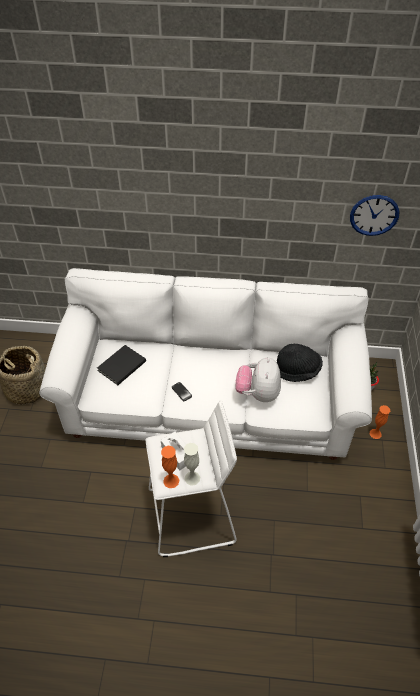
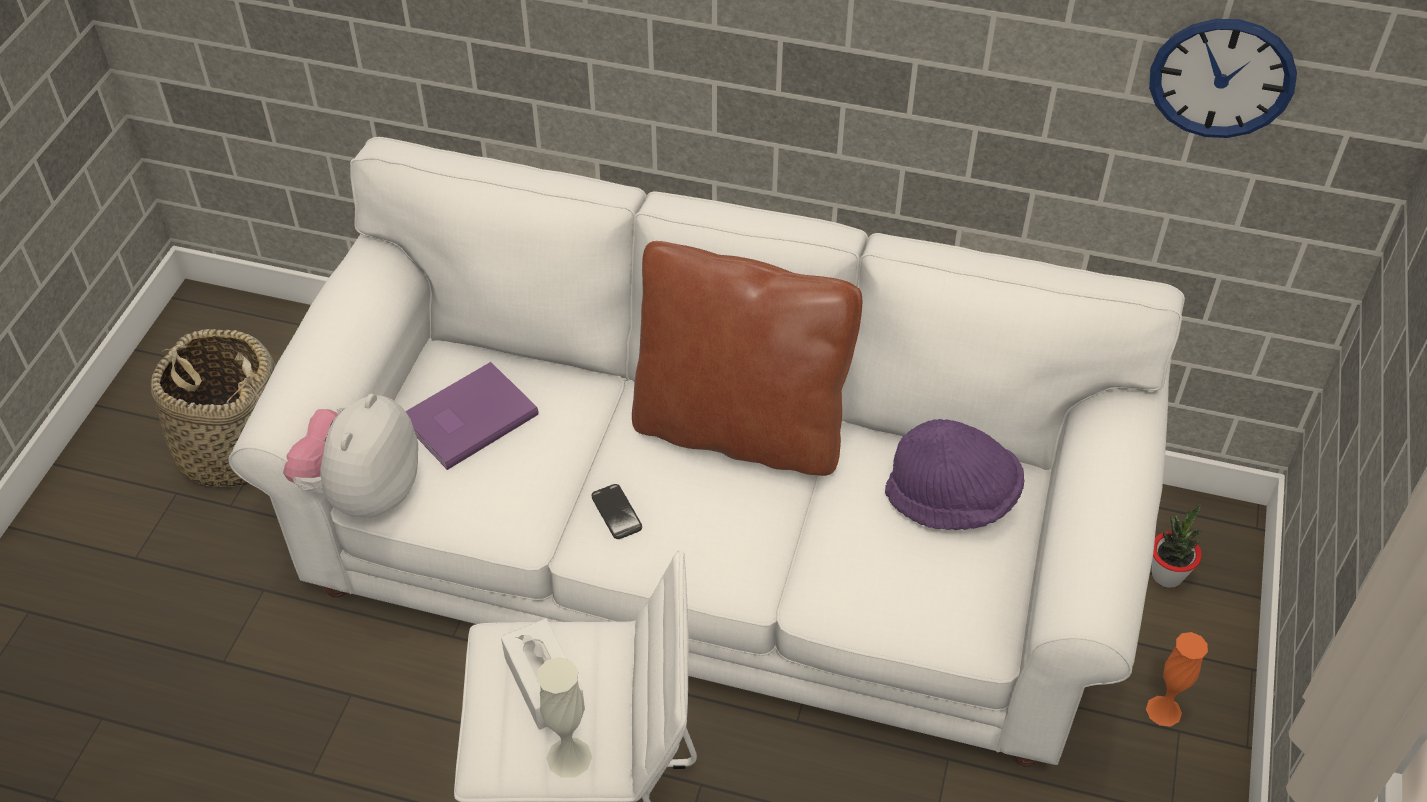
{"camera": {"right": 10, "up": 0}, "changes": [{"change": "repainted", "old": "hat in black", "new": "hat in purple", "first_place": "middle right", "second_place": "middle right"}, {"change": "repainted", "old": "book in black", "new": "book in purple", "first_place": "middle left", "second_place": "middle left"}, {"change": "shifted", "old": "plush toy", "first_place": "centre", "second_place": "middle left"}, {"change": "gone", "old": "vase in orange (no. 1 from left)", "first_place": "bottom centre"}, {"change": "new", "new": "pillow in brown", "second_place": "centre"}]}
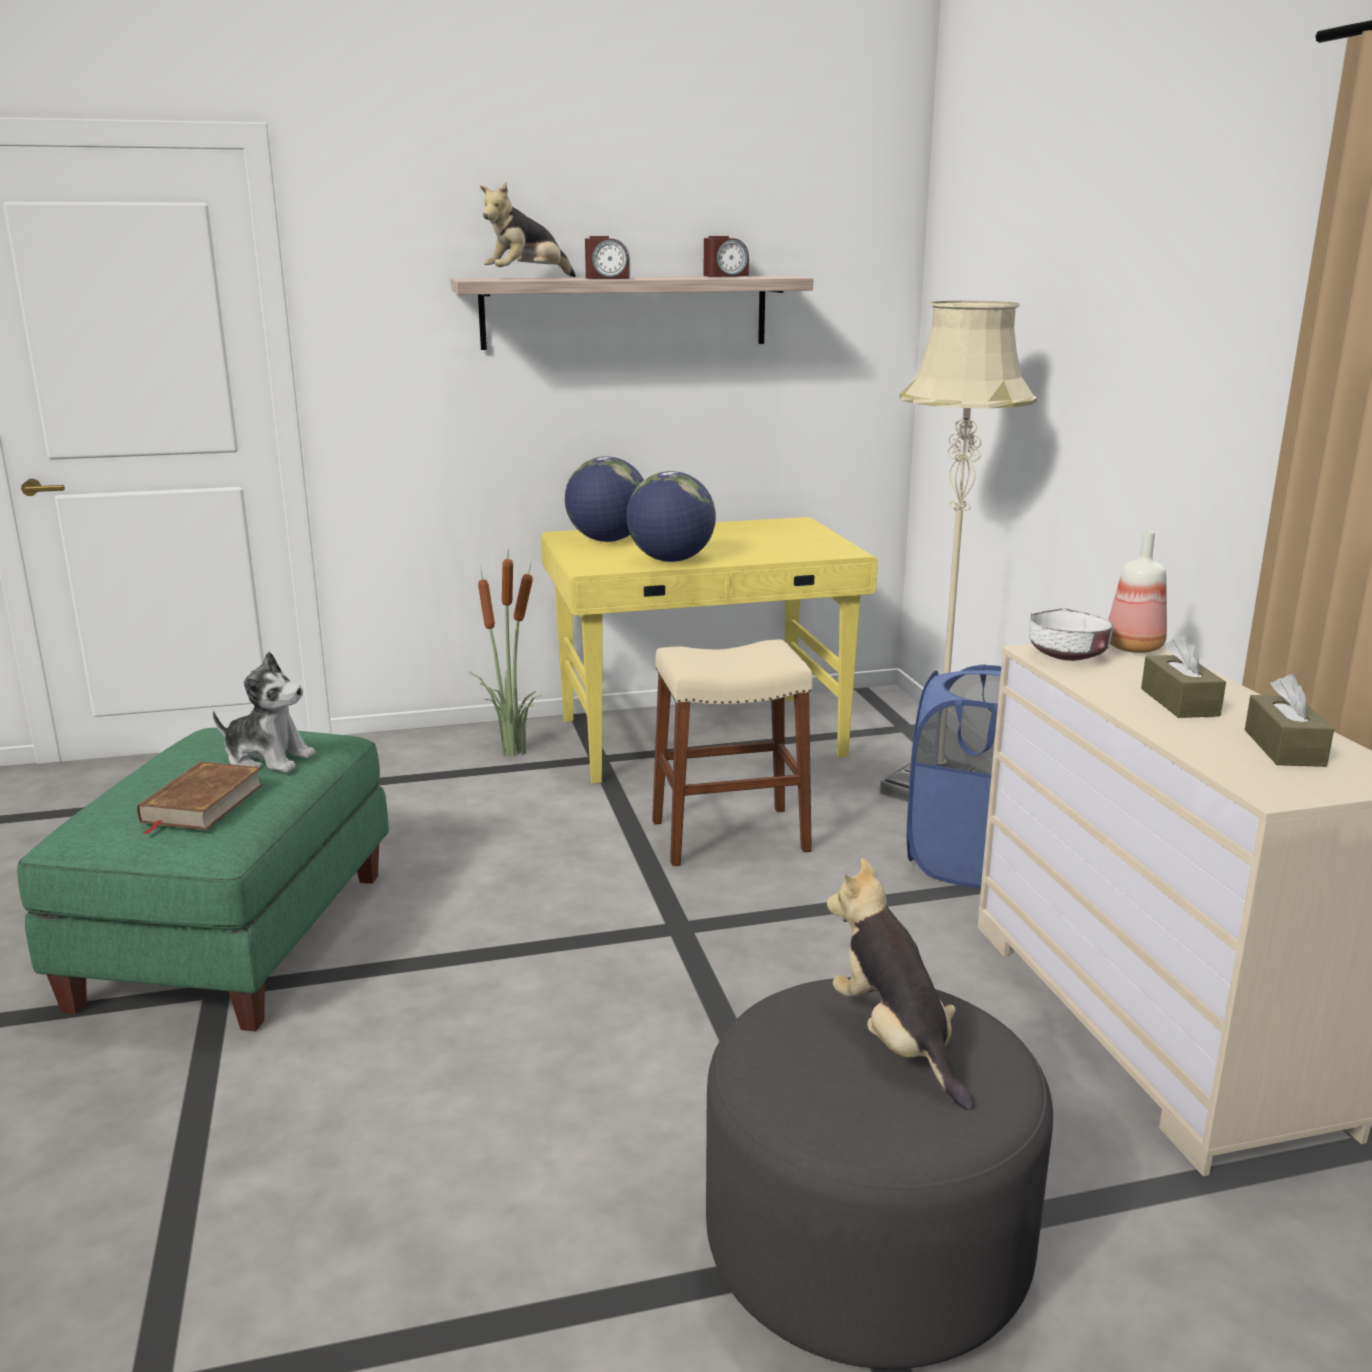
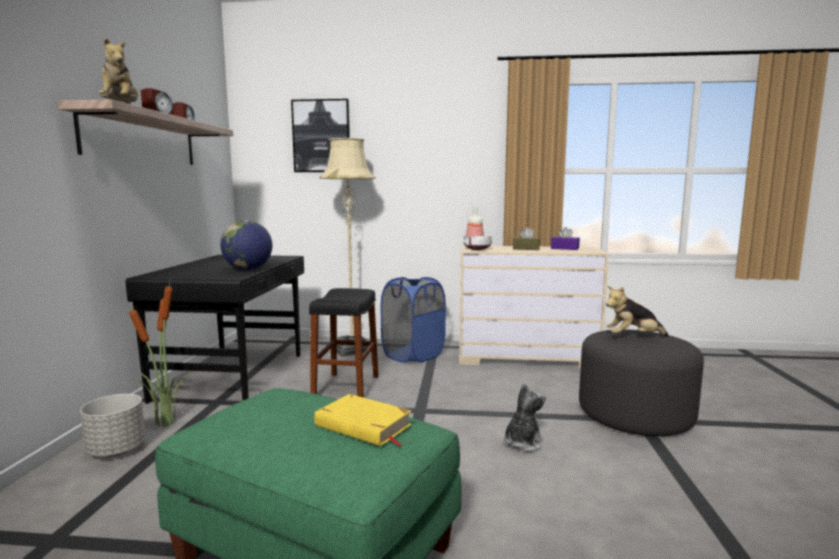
{"camera": {"right": -70, "up": -10}, "changes": [{"change": "gone", "old": "globe (no. 1 from left)", "first_place": "centre"}, {"change": "repainted", "old": "desk in yellow", "new": "desk in black", "first_place": "centre", "second_place": "middle left"}, {"change": "repainted", "old": "stool in beige", "new": "stool in black", "first_place": "centre", "second_place": "centre"}, {"change": "shifted", "old": "plush toy (no. 1 from left in the first image)", "new": "plush toy (no. 2 from left)", "first_place": "middle left", "second_place": "bottom centre"}, {"change": "repainted", "old": "tissue box in brown (no. 2 from left)", "new": "tissue box in purple", "first_place": "middle right", "second_place": "middle right"}, {"change": "repainted", "old": "book in brown", "new": "book in yellow", "first_place": "middle left", "second_place": "bottom centre"}, {"change": "new", "new": "picture", "second_place": "top centre"}, {"change": "new", "new": "planter in grey", "second_place": "bottom left"}]}
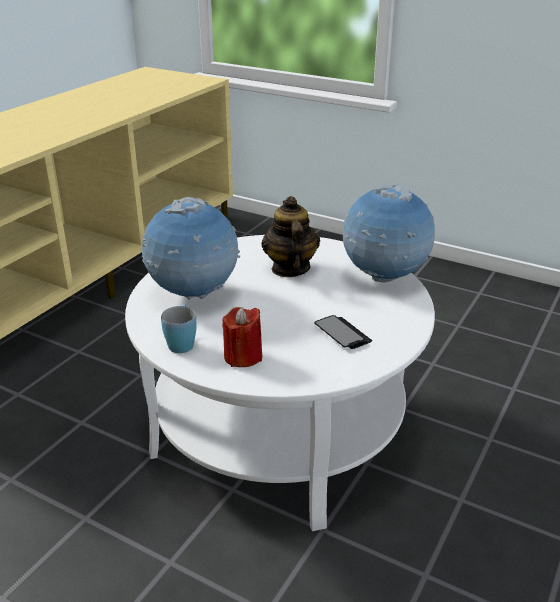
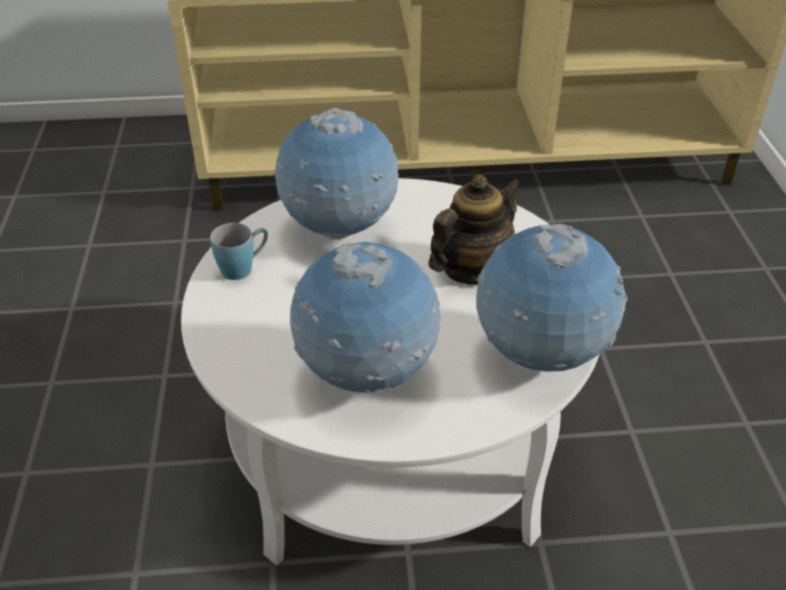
{"camera": {"right": 55, "up": 10}, "changes": [{"change": "gone", "old": "candle in red", "first_place": "centre"}, {"change": "swapped", "old": "phone", "new": "globe (no. 2 from left)", "first_place": "centre", "second_place": "centre"}]}
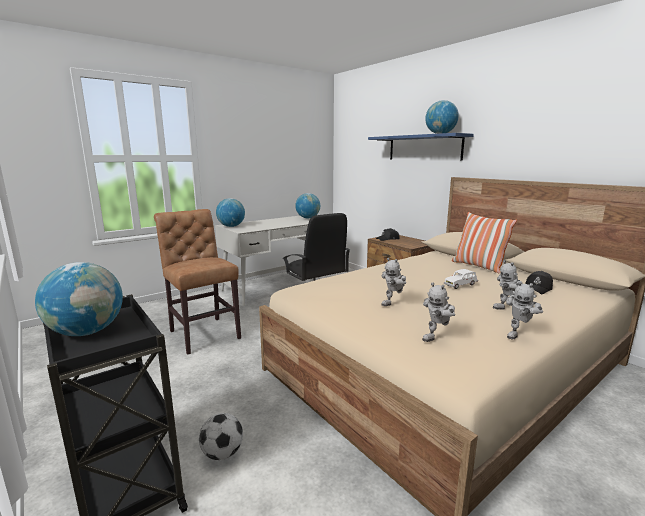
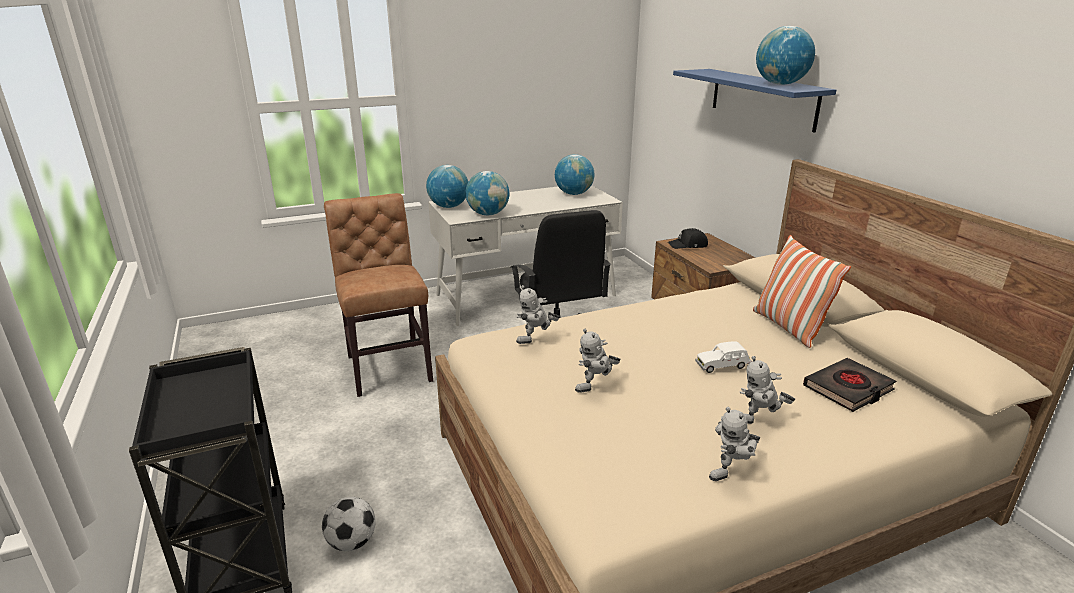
{"camera": {"right": 15, "up": 10}, "changes": [{"change": "shifted", "old": "globe (no. 1 from left in the first image)", "new": "globe (no. 2 from left)", "first_place": "middle left", "second_place": "top centre"}, {"change": "swapped", "old": "cap in black (no. 2 from left)", "new": "book in black", "first_place": "middle right", "second_place": "middle right"}, {"change": "shifted", "old": "toy robot (no. 2 from left in the first image)", "new": "toy robot (no. 1 from left)", "first_place": "middle right", "second_place": "centre"}]}
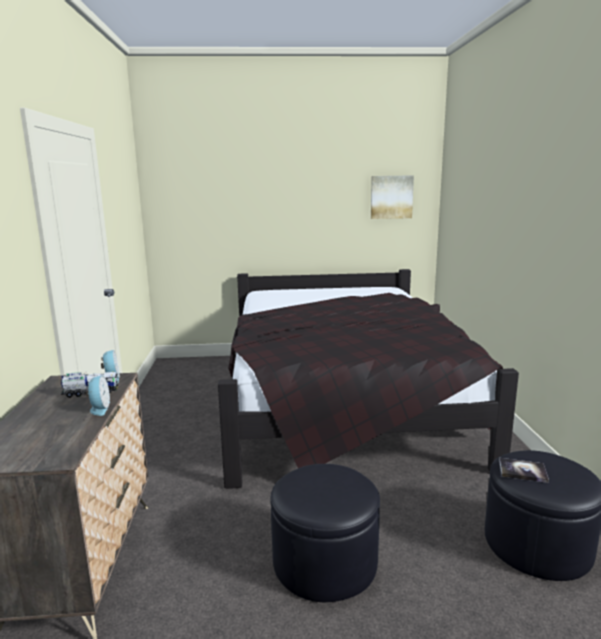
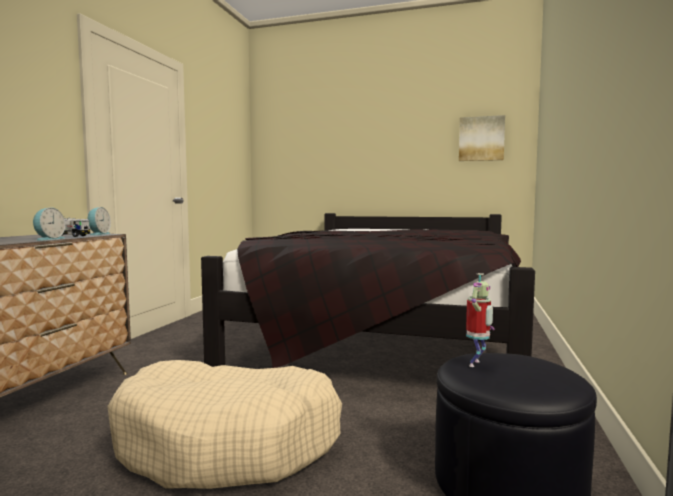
{"camera": {"right": 20, "up": -10}, "changes": [{"change": "swapped", "old": "book", "new": "toy robot", "first_place": "bottom right", "second_place": "middle right"}, {"change": "swapped", "old": "ottoman in black (no. 1 from left)", "new": "dog bed in beige", "first_place": "bottom centre", "second_place": "bottom left"}]}
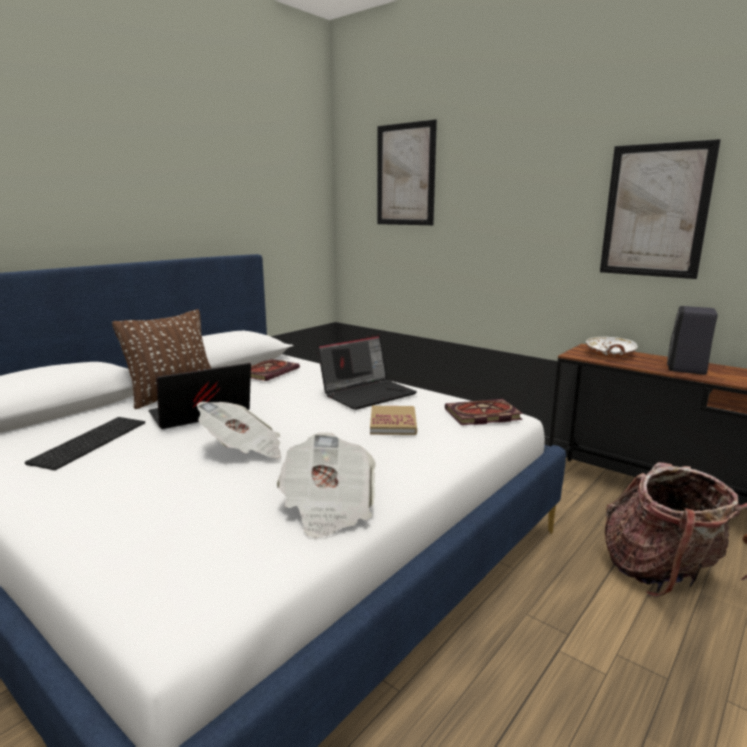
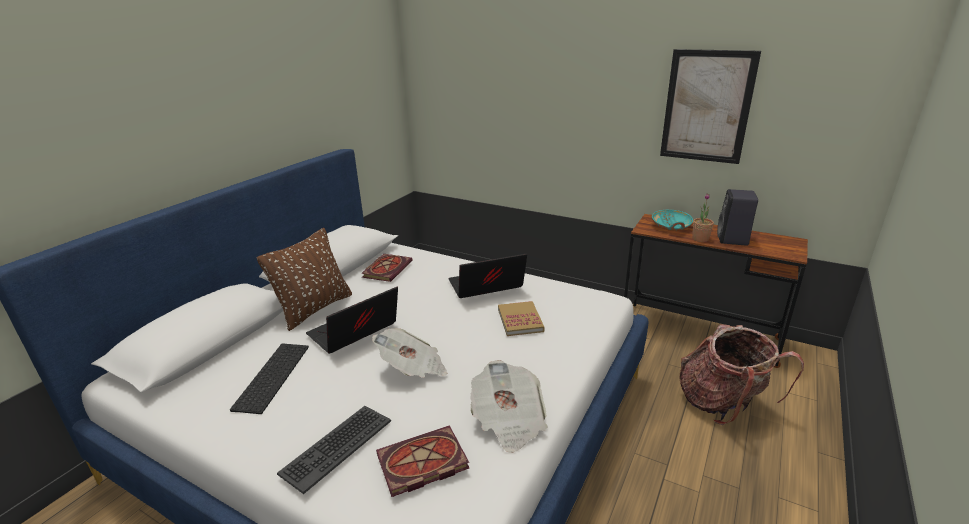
{"camera": {"right": -10, "up": 10}, "changes": [{"change": "gone", "old": "picture (no. 1 from left)", "first_place": "top centre"}, {"change": "rotated", "old": "laptop (no. 2 from left)", "first_place": "centre", "second_place": "centre", "degrees": -150}, {"change": "repainted", "old": "bowl in white", "new": "bowl in turquoise", "first_place": "middle right", "second_place": "middle right"}, {"change": "shifted", "old": "book (no. 3 from left in the first image)", "new": "book (no. 2 from left)", "first_place": "centre", "second_place": "bottom centre"}, {"change": "new", "new": "potted plant", "second_place": "middle right"}, {"change": "new", "new": "keyboard (no. 2 from left)", "second_place": "bottom centre"}]}
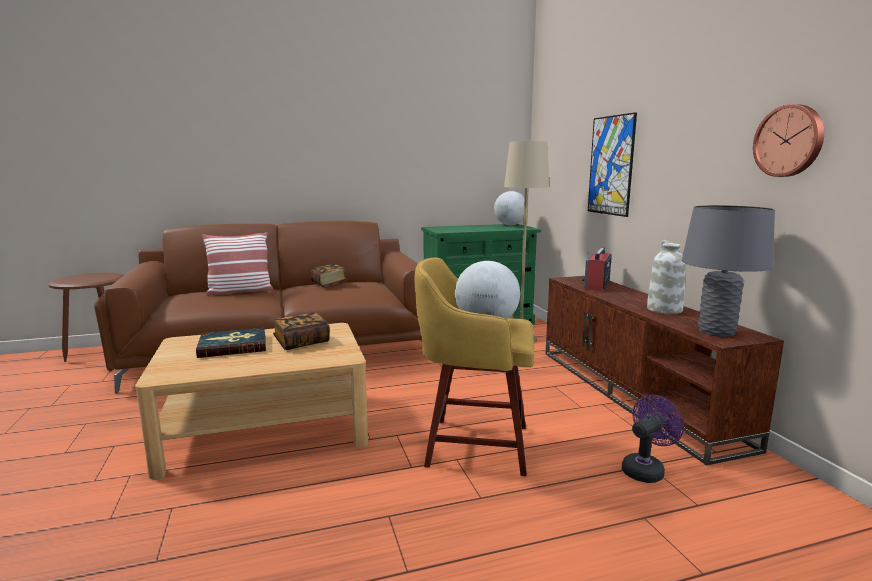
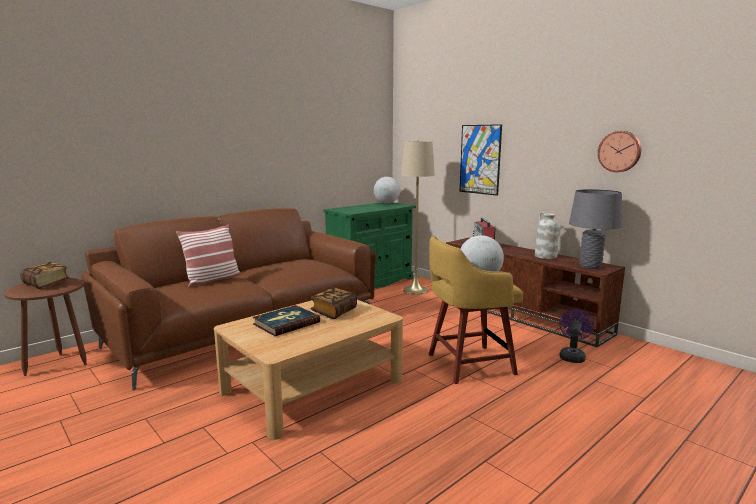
{"camera": {"right": -25, "up": 0}, "changes": [{"change": "shifted", "old": "book (no. 3 from left in the first image)", "new": "book (no. 1 from left)", "first_place": "centre", "second_place": "middle left"}]}
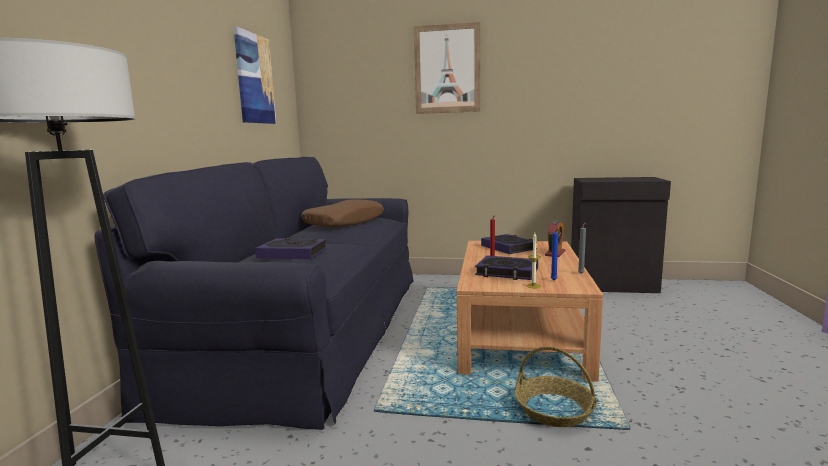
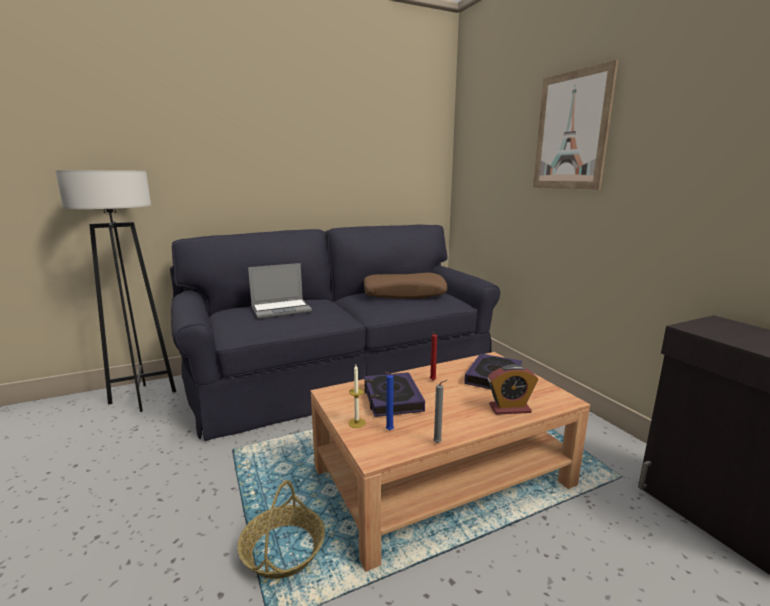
{"camera": {"right": 55, "up": 5}, "changes": [{"change": "gone", "old": "picture (no. 1 from left)", "first_place": "top left"}, {"change": "swapped", "old": "book (no. 1 from left)", "new": "laptop", "first_place": "centre", "second_place": "centre"}]}
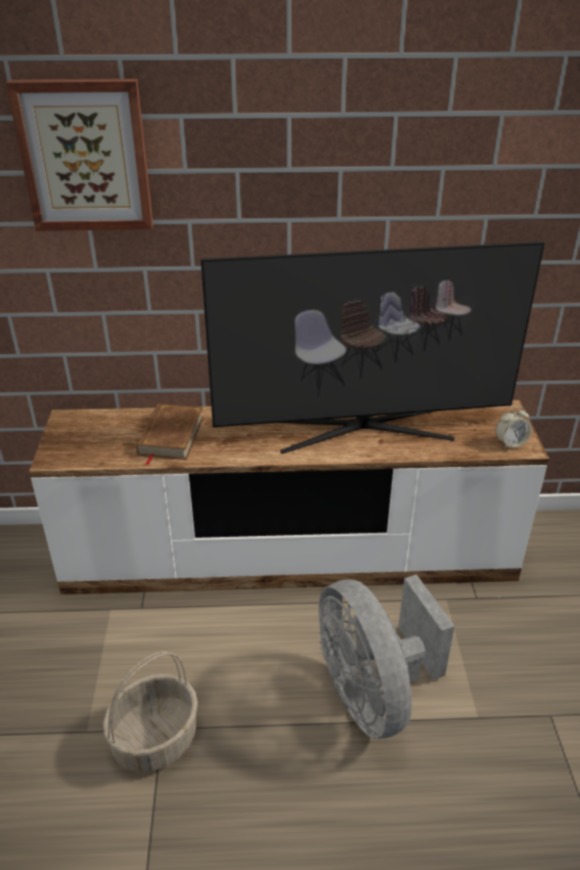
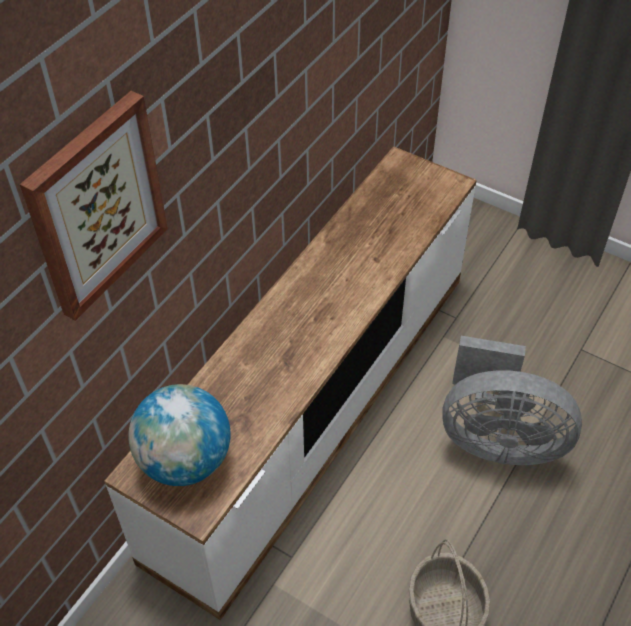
{"camera": {"right": -55, "up": 15}, "changes": [{"change": "gone", "old": "television", "first_place": "centre"}, {"change": "gone", "old": "book in brown", "first_place": "middle left"}, {"change": "gone", "old": "alarm clock", "first_place": "middle right"}, {"change": "new", "new": "globe", "second_place": "bottom left"}]}
